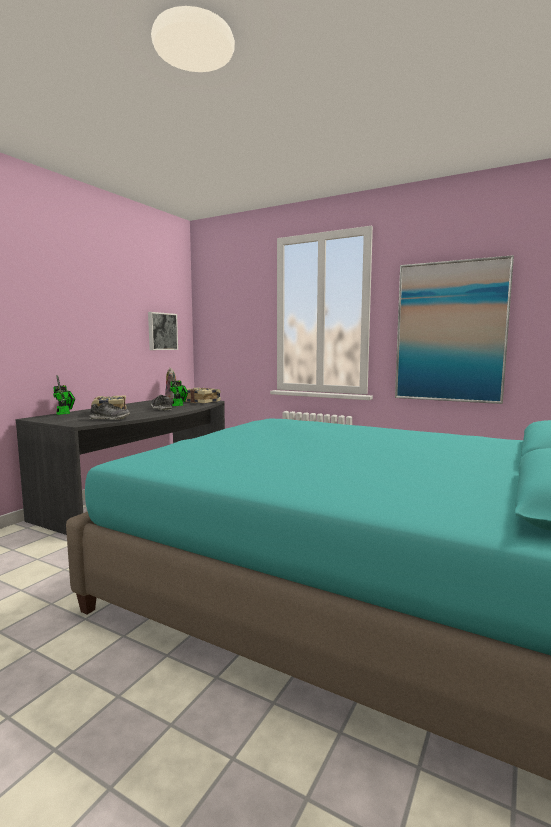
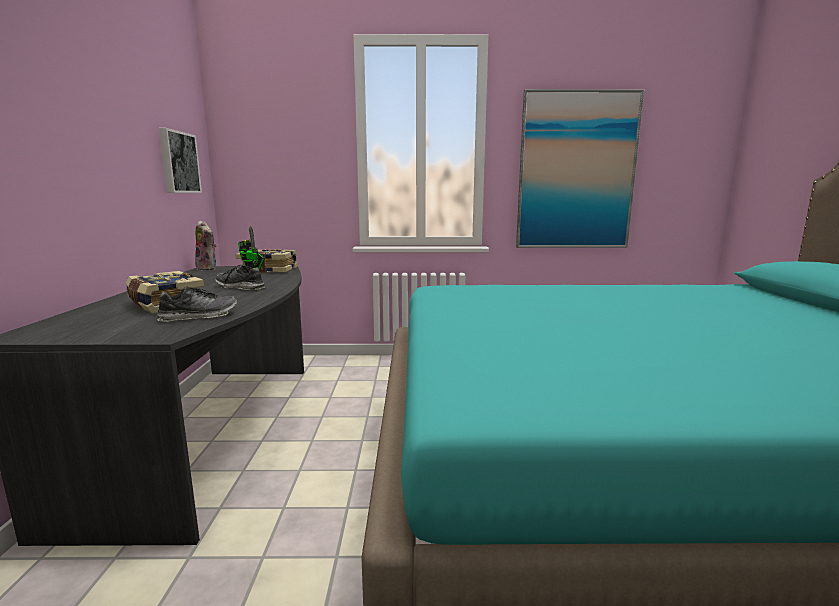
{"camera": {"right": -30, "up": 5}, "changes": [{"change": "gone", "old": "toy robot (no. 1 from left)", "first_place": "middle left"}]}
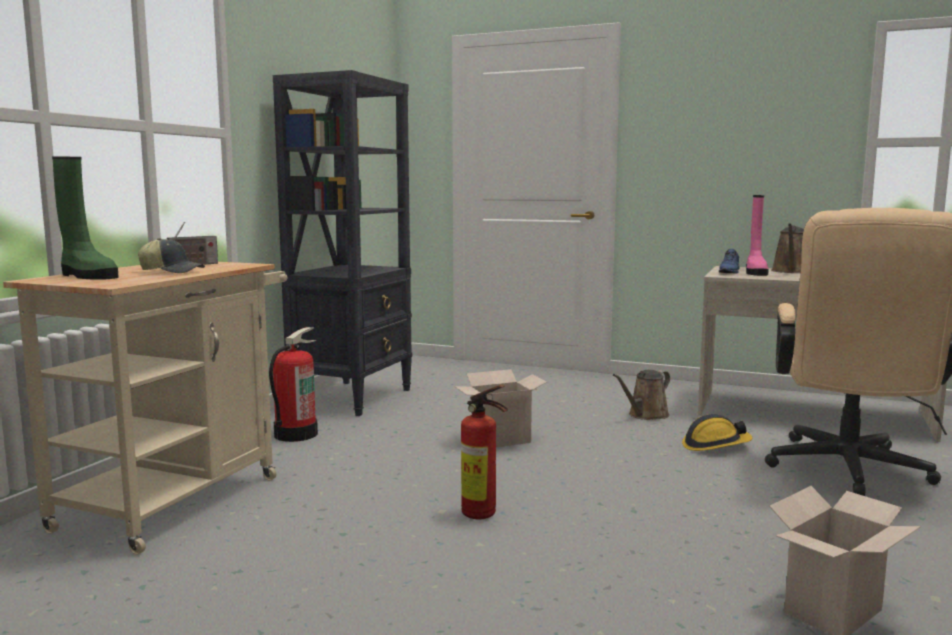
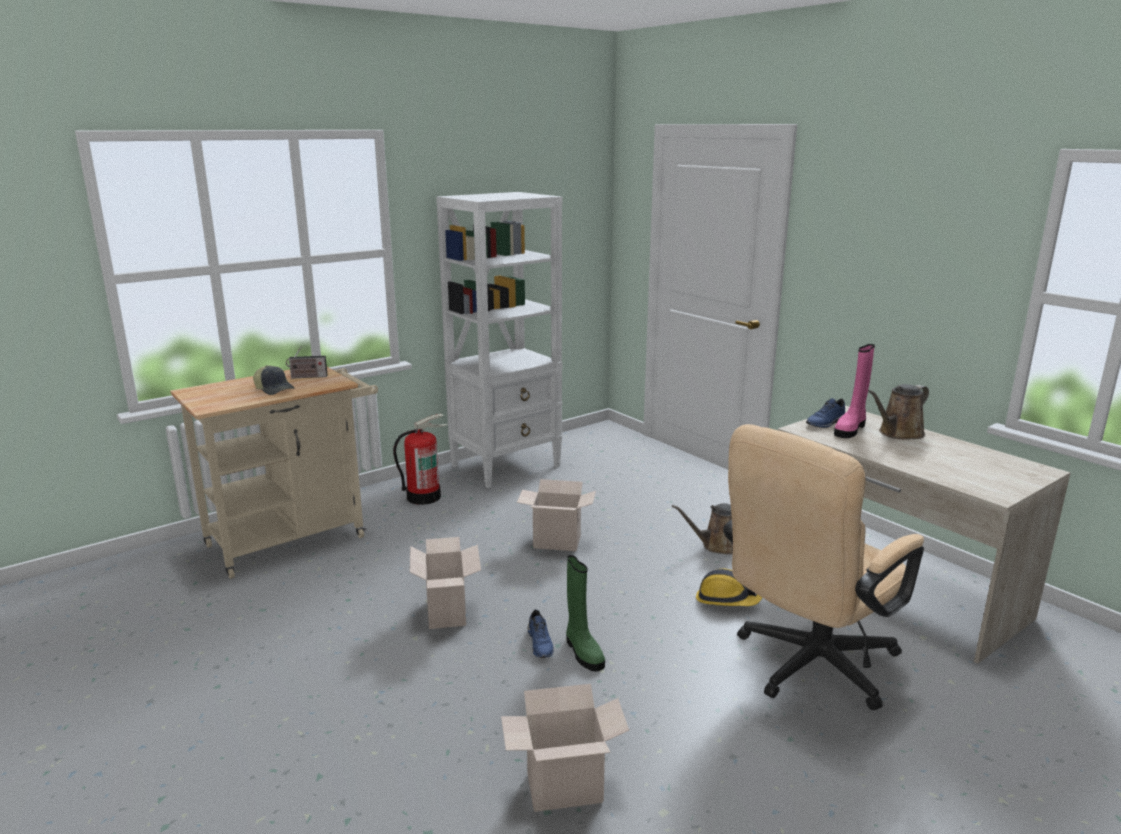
{"camera": {"right": 30, "up": 10}, "changes": [{"change": "repainted", "old": "bookcase in black", "new": "bookcase in white", "first_place": "centre", "second_place": "centre"}, {"change": "shifted", "old": "boot in green", "first_place": "middle left", "second_place": "bottom centre"}, {"change": "swapped", "old": "fire extinguisher (no. 2 from left)", "new": "cardboard box (no. 1 from left)", "first_place": "bottom centre", "second_place": "bottom centre"}, {"change": "new", "new": "shoe in blue (no. 1 from left)", "second_place": "bottom centre"}]}
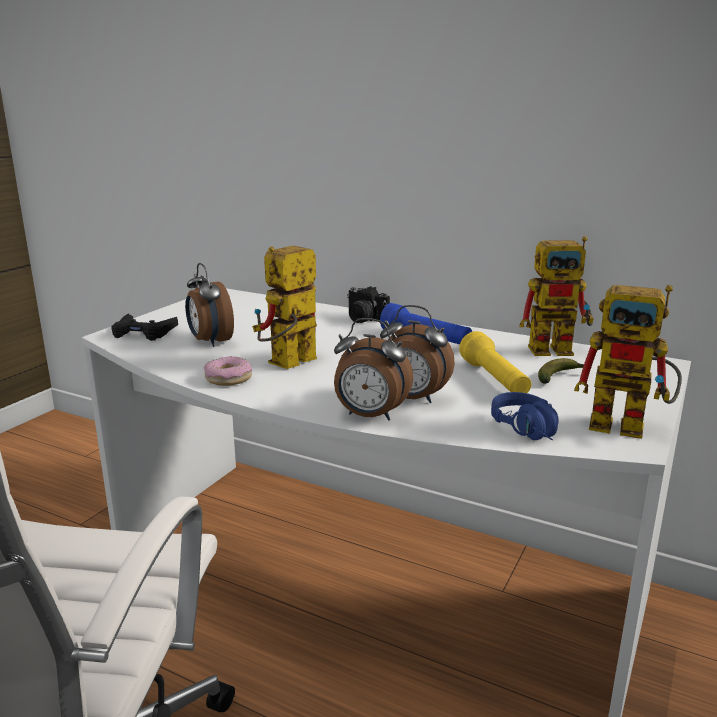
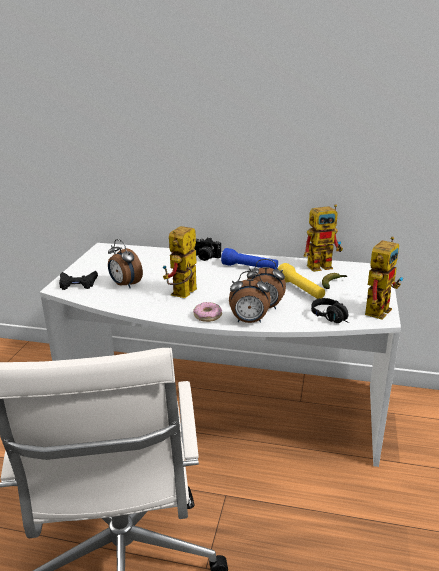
{"camera": {"right": -15, "up": 5}, "changes": [{"change": "rotated", "old": "toy robot (no. 3 from left)", "first_place": "middle right", "second_place": "middle right", "degrees": -60}, {"change": "shifted", "old": "donut", "first_place": "middle left", "second_place": "centre"}, {"change": "repainted", "old": "headphones in blue", "new": "headphones in black", "first_place": "middle right", "second_place": "middle right"}]}
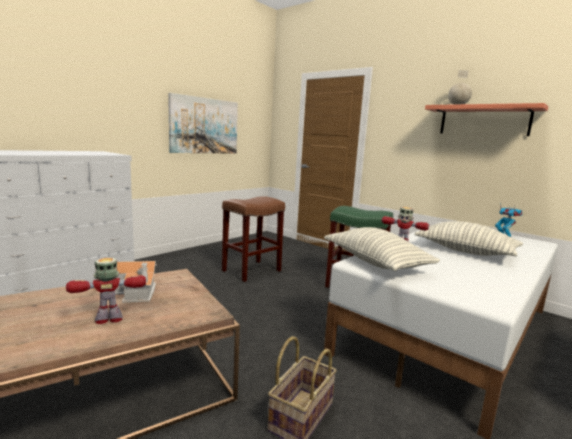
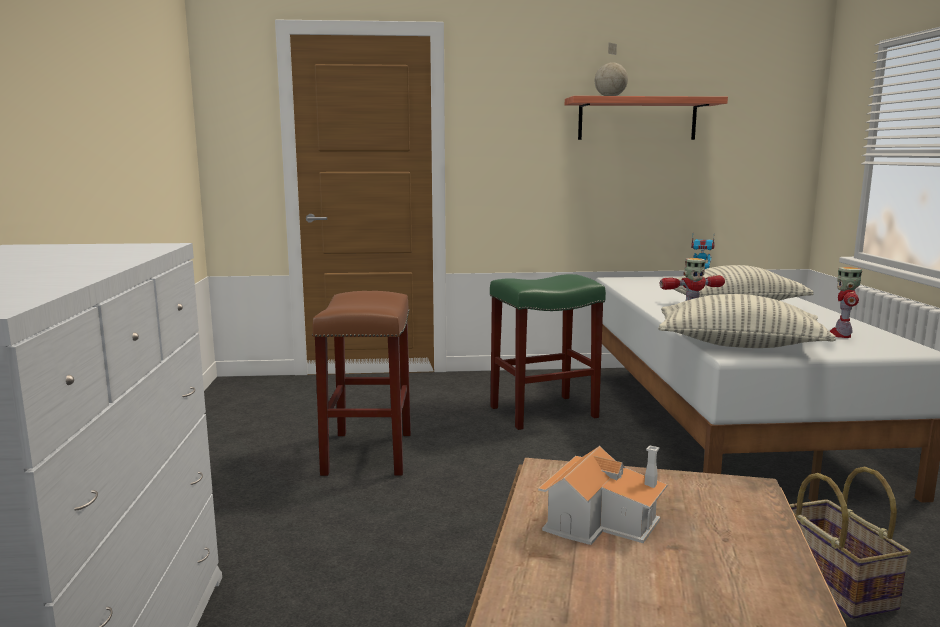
{"camera": {"right": -45, "up": 0}, "changes": [{"change": "gone", "old": "picture", "first_place": "top centre"}, {"change": "shifted", "old": "toy robot (no. 1 from left in the first image)", "new": "toy robot (no. 3 from left)", "first_place": "middle left", "second_place": "middle right"}]}
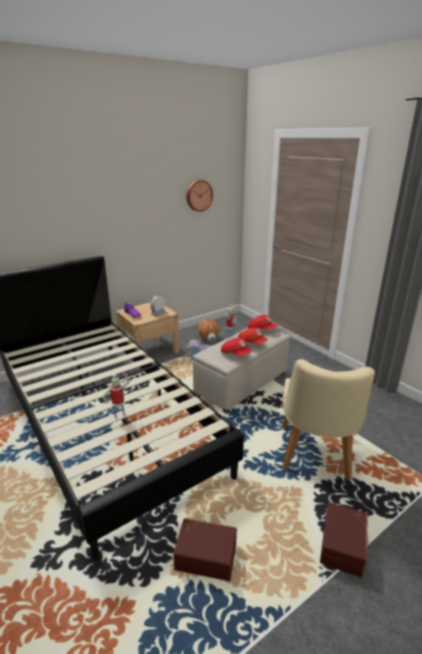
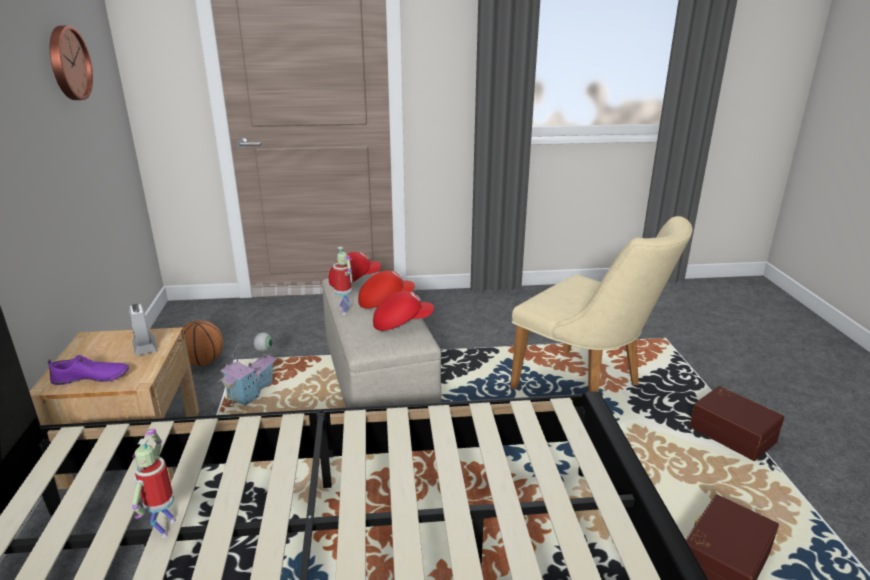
{"camera": {"right": -60, "up": 0}, "changes": [{"change": "shifted", "old": "toy robot (no. 1 from left)", "first_place": "middle left", "second_place": "bottom left"}]}
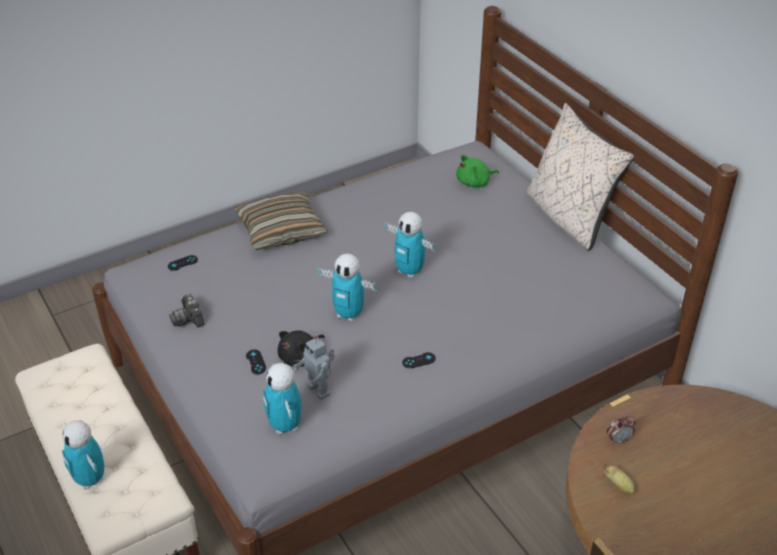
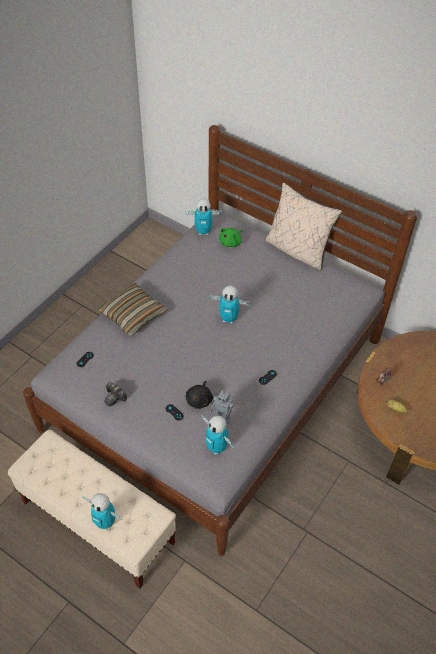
{"camera": {"right": -25, "up": 10}, "changes": [{"change": "shifted", "old": "toy robot (no. 4 from left in the first image)", "new": "toy robot (no. 2 from left)", "first_place": "centre", "second_place": "top centre"}]}
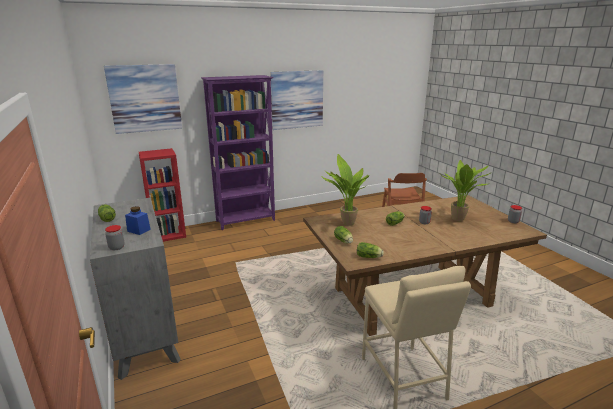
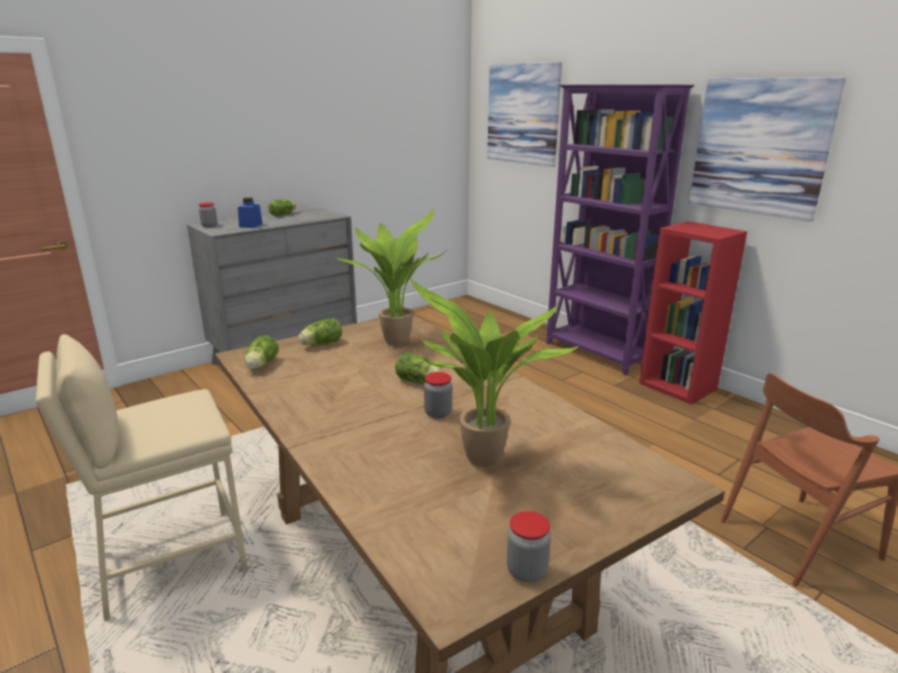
{"camera": {"right": 75, "up": 0}, "changes": [{"change": "shifted", "old": "bookcase in red", "first_place": "middle left", "second_place": "middle right"}]}
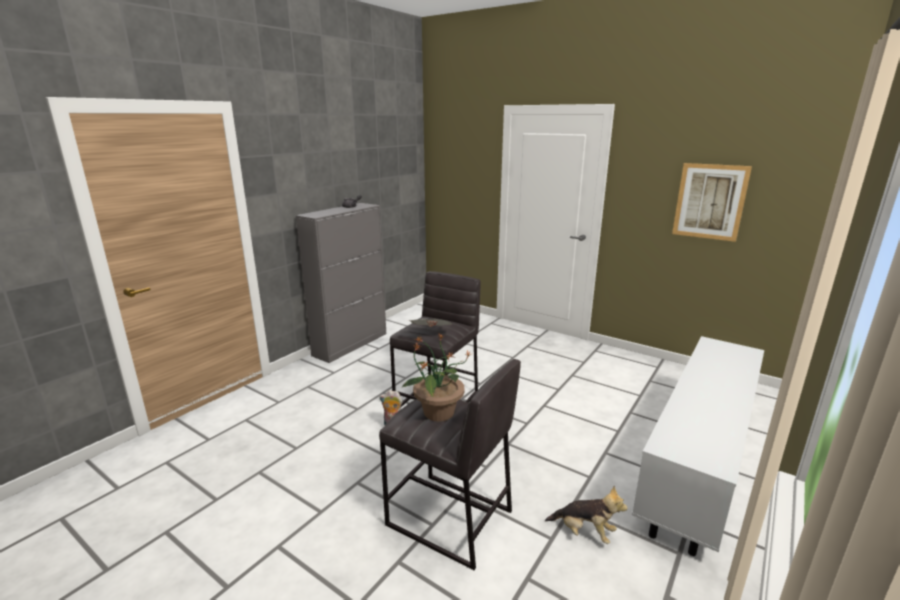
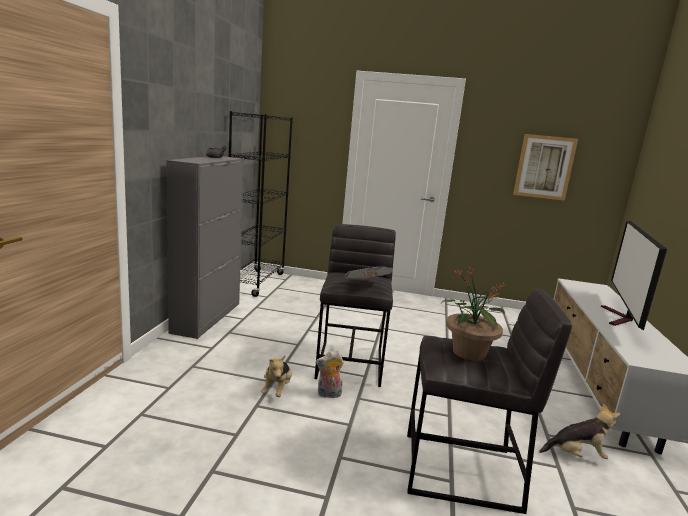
{"camera": {"right": -25, "up": -5}, "changes": [{"change": "new", "new": "bookcase in black", "second_place": "centre"}, {"change": "new", "new": "television", "second_place": "middle right"}, {"change": "new", "new": "plush toy (no. 1 from left)", "second_place": "bottom centre"}]}
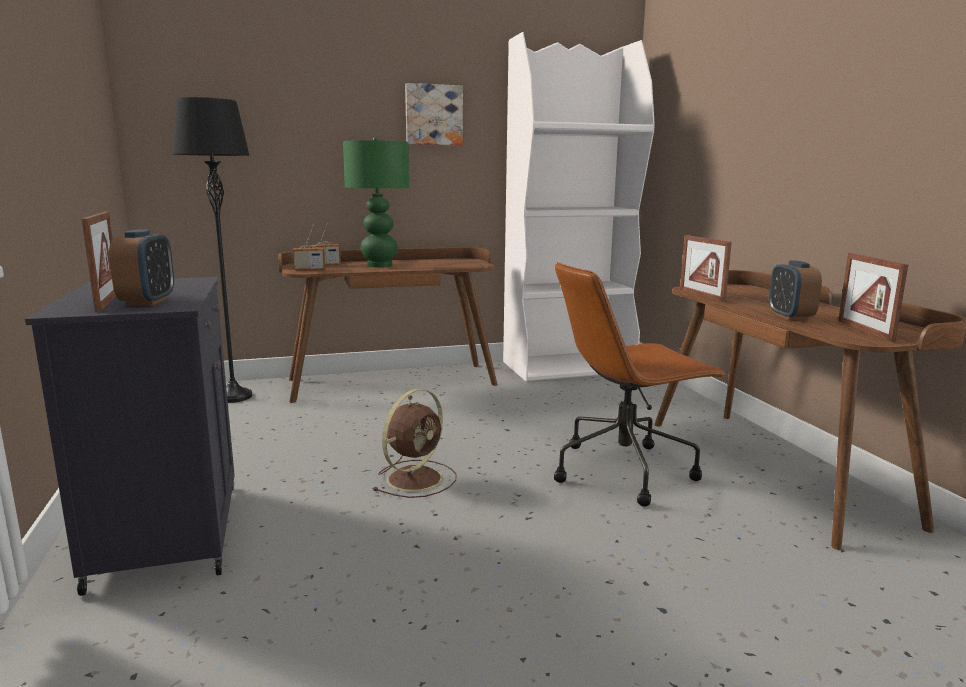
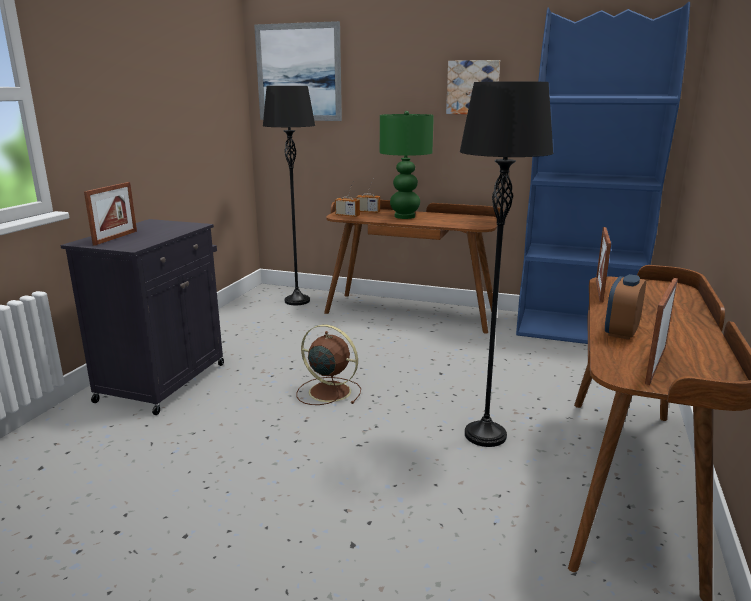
{"camera": {"right": 35, "up": 5}, "changes": [{"change": "repainted", "old": "bookcase in white", "new": "bookcase in blue", "first_place": "top centre", "second_place": "top right"}, {"change": "gone", "old": "alarm clock (no. 1 from left)", "first_place": "middle left"}, {"change": "swapped", "old": "office chair in brown", "new": "floor lamp in black (no. 2 from left)", "first_place": "centre", "second_place": "middle right"}, {"change": "rotated", "old": "fan in brown", "first_place": "centre", "second_place": "centre", "degrees": -135}, {"change": "new", "new": "picture (no. 1 from left)", "second_place": "top centre"}]}
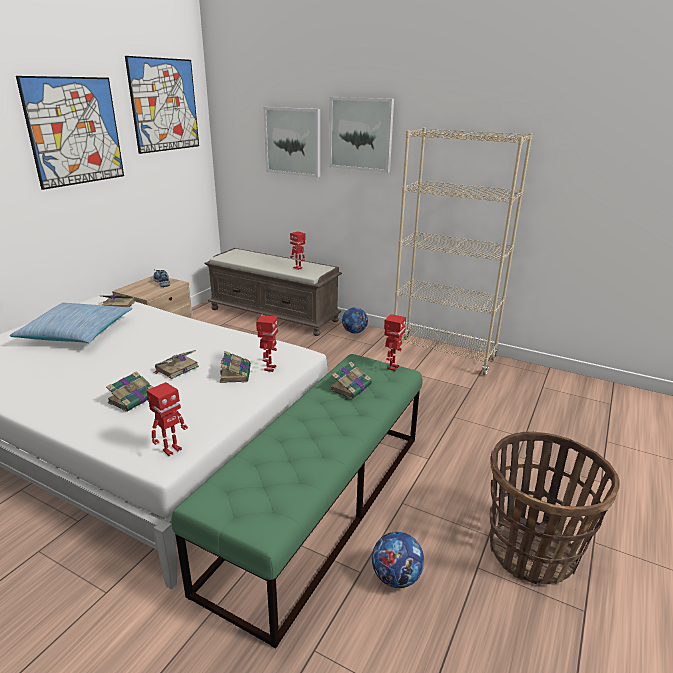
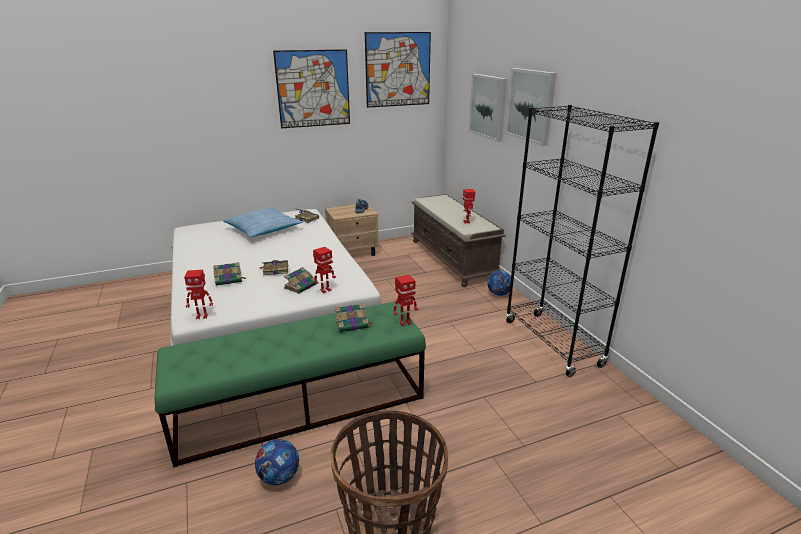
{"camera": {"right": 40, "up": 0}, "changes": [{"change": "repainted", "old": "bookcase in beige", "new": "bookcase in black", "first_place": "middle right", "second_place": "middle right"}]}
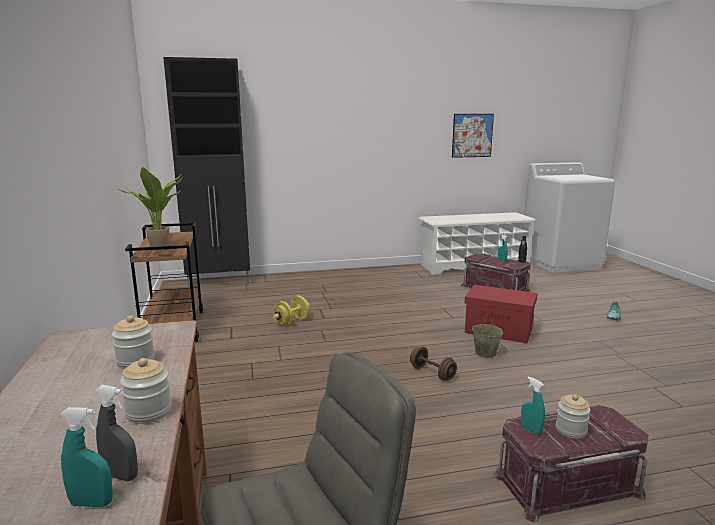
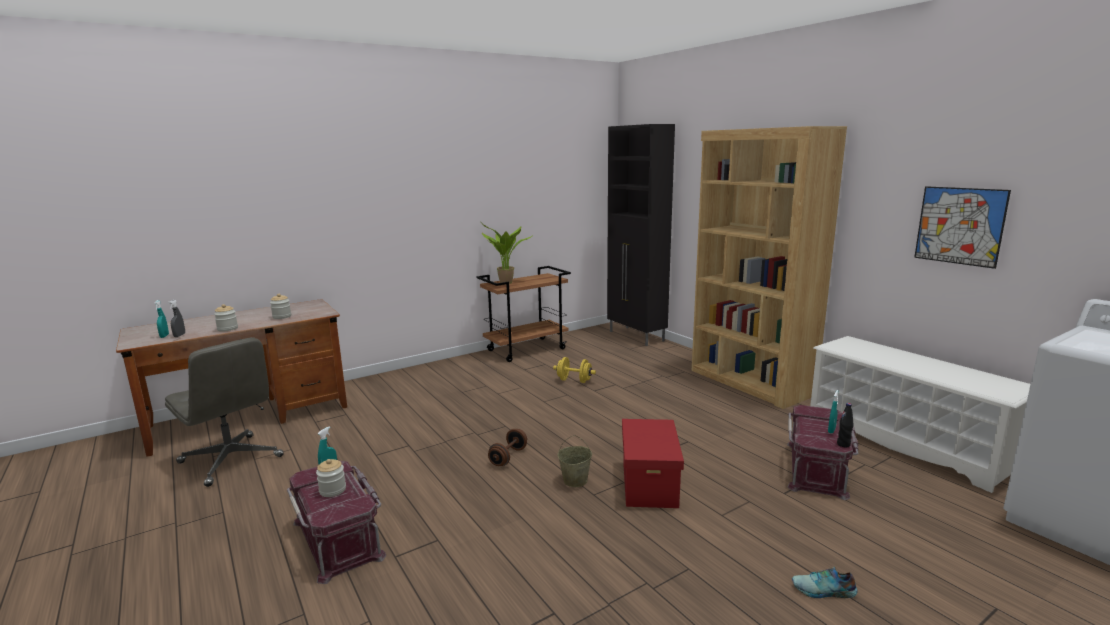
{"camera": {"right": 70, "up": 0}, "changes": [{"change": "new", "new": "bookcase in brown", "second_place": "middle right"}]}
